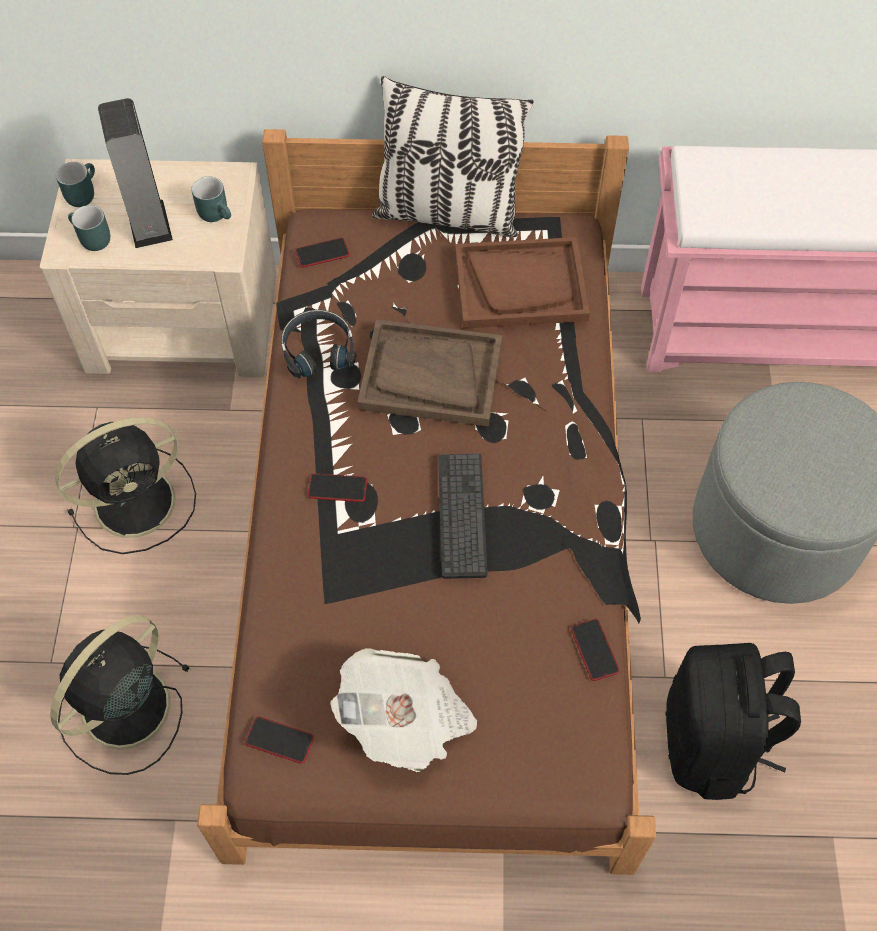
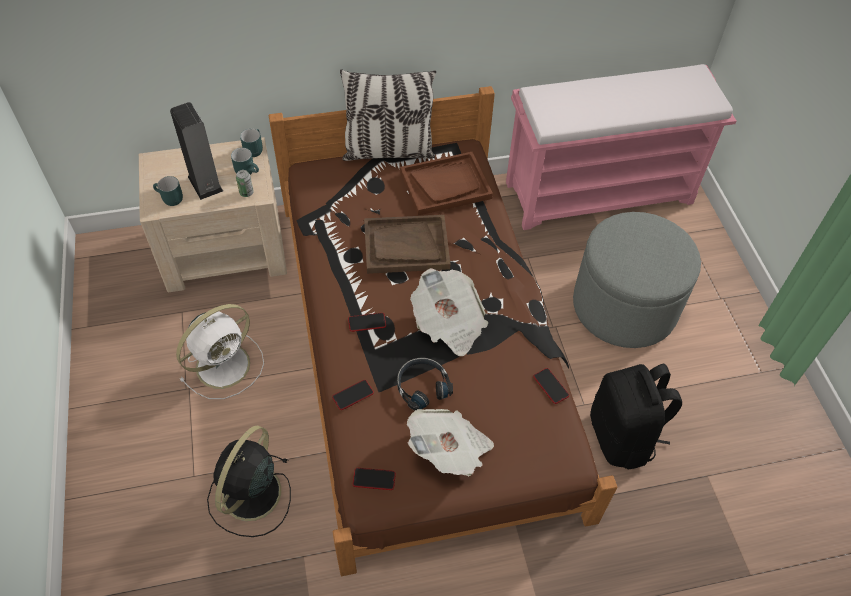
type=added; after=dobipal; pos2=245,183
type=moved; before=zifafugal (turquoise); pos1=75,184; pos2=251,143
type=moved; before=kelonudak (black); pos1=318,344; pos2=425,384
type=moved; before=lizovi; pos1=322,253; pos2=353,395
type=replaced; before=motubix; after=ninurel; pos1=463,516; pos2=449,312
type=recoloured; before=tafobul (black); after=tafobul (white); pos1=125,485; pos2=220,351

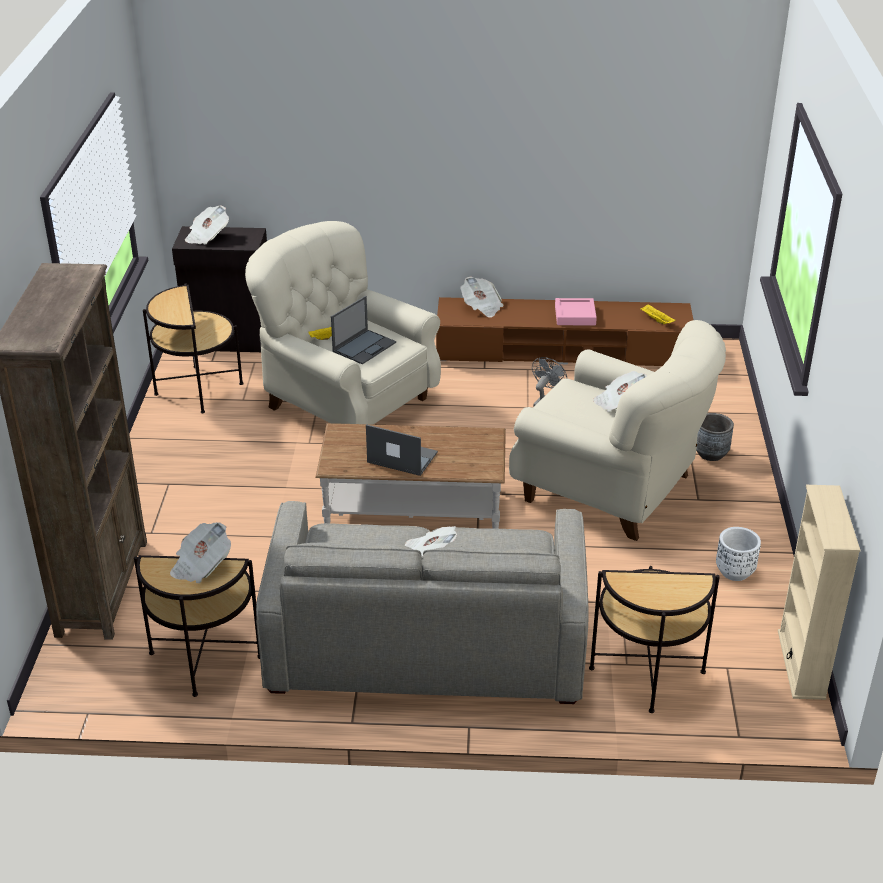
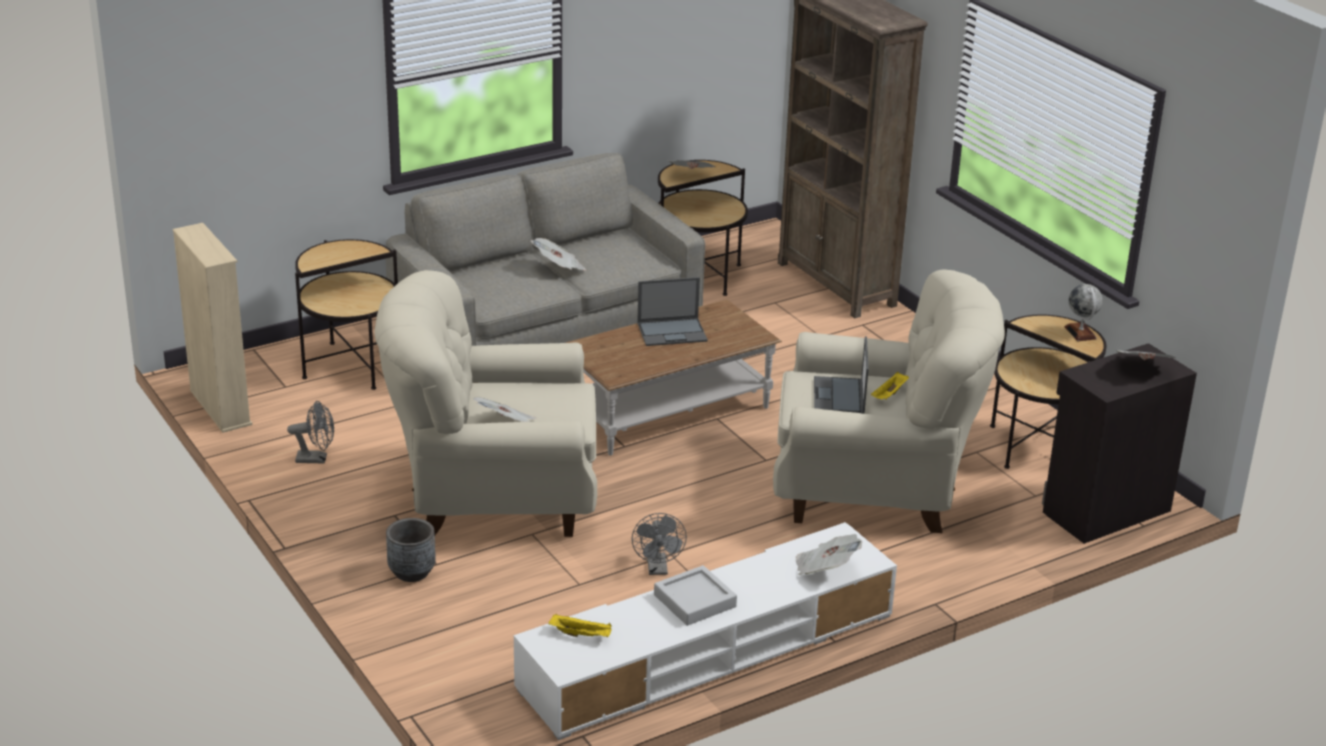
type=added; after=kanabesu; pos2=1084,312
type=replaced; before=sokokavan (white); after=tafobul (grey); pos1=738,554; pos2=310,432
type=recoloured; before=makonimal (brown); after=makonimal (white); pos1=564,331; pos2=705,631
type=recoloured; before=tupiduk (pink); after=tupiduk (grey); pos1=576,312; pos2=695,595

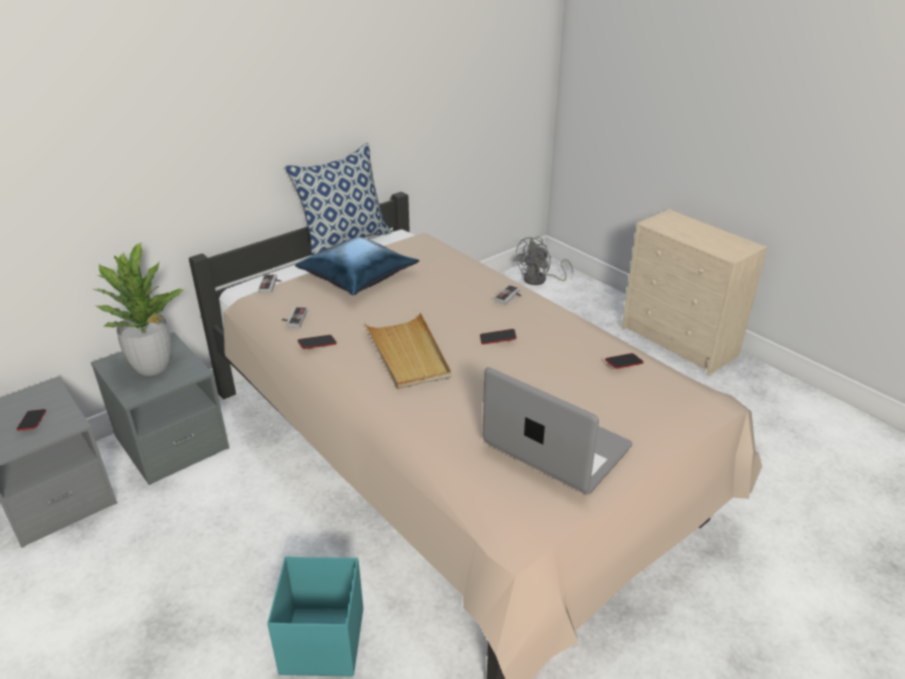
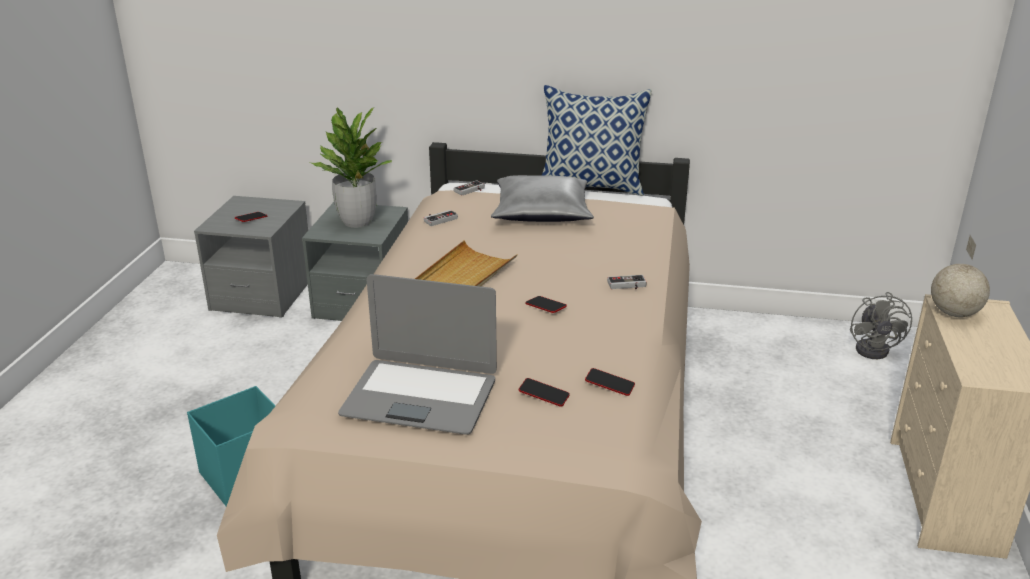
type=added; after=kanabesu; pos2=960,276
type=moved; before=lizovi; pos1=317,342; pos2=544,392
type=recoloured; before=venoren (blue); after=venoren (grey); pos1=357,265; pos2=542,198
type=turned; before=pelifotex; pos1=557,430; pos2=417,354; turn=105
type=turned; before=tafobul (grey); pos1=543,261; pos2=881,325; turn=-90

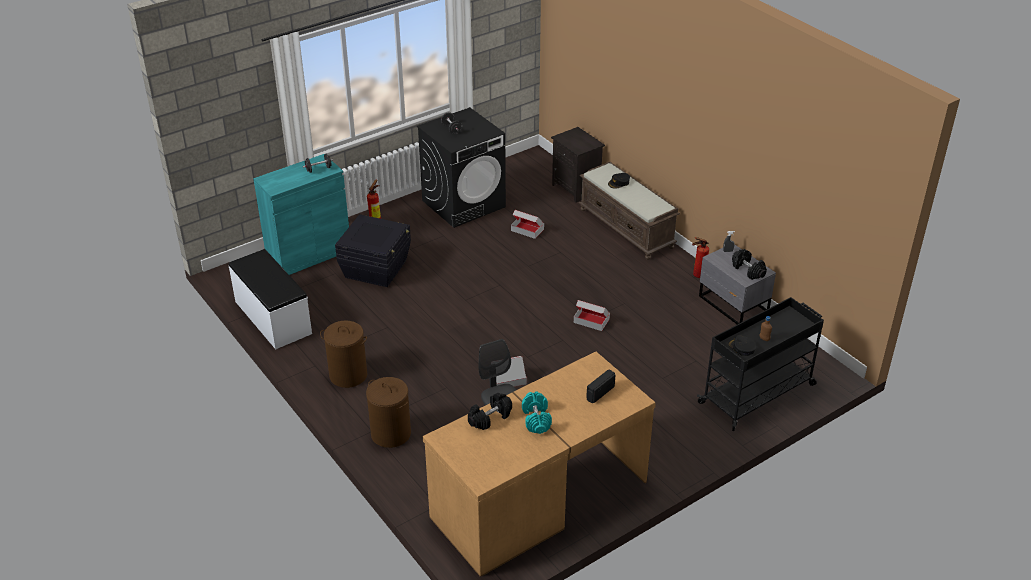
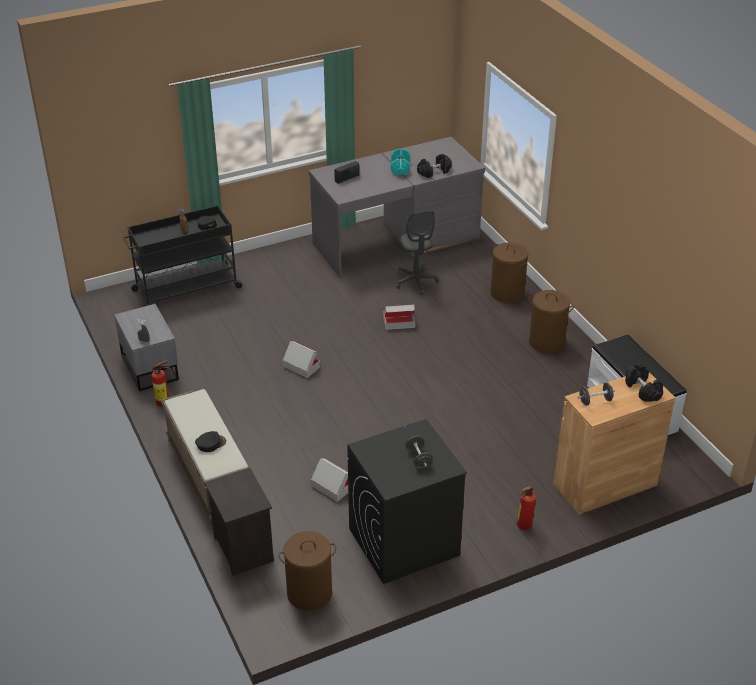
type=removed; before=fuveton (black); pos1=373,250
type=added; after=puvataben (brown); pos2=307,571
type=moved; before=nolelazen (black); pos1=749,264; pos2=644,383
type=recoloured; before=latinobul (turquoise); after=latinobul (brown); pos1=301,214; pos2=614,443
type=recoloured; before=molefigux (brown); after=molefigux (grey); pos1=539,464; pos2=397,207

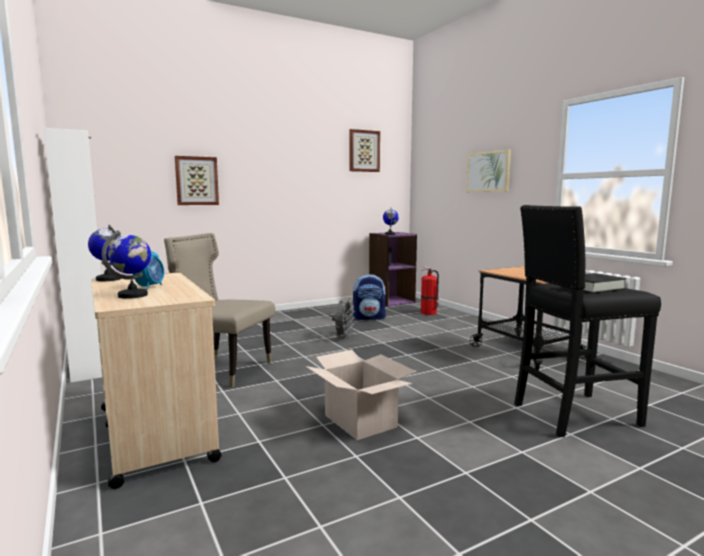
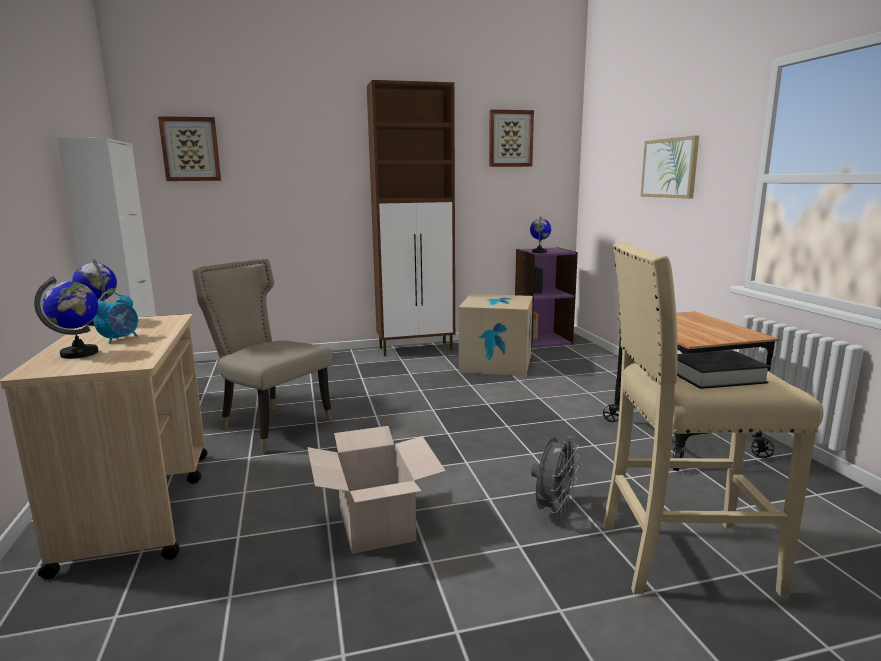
type=removed; before=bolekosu; pos1=430,290
type=added; after=latinobul (brown); pos2=411,218
type=moved; before=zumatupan; pos1=197,180; pos2=189,148
type=moved; before=tafobul (grey); pos1=343,318; pos2=555,477
type=replaced; before=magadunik; after=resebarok; pos1=369,297; pos2=496,335
type=recoloured; before=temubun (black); after=temubun (beige); pos1=587,321; pos2=713,419

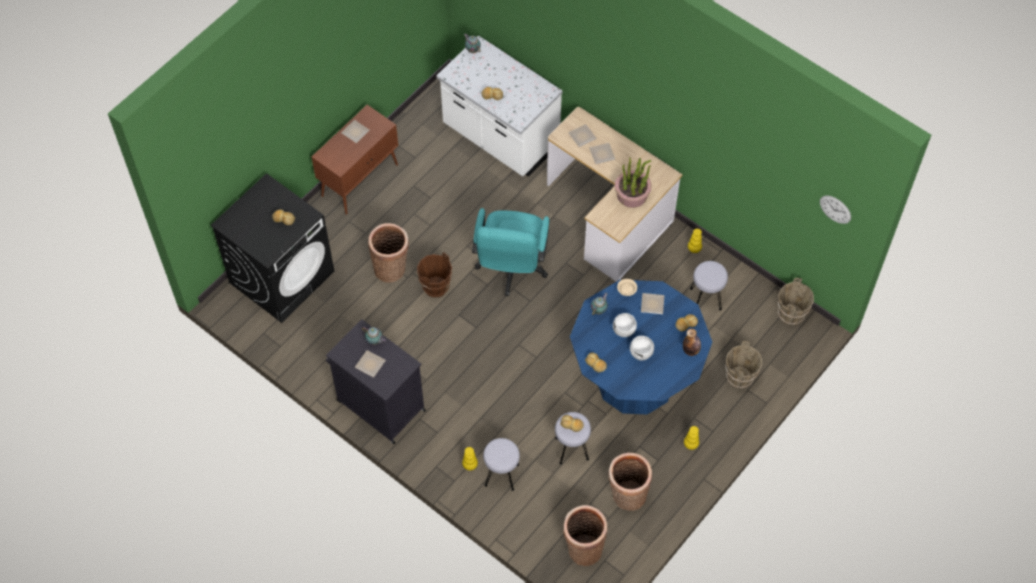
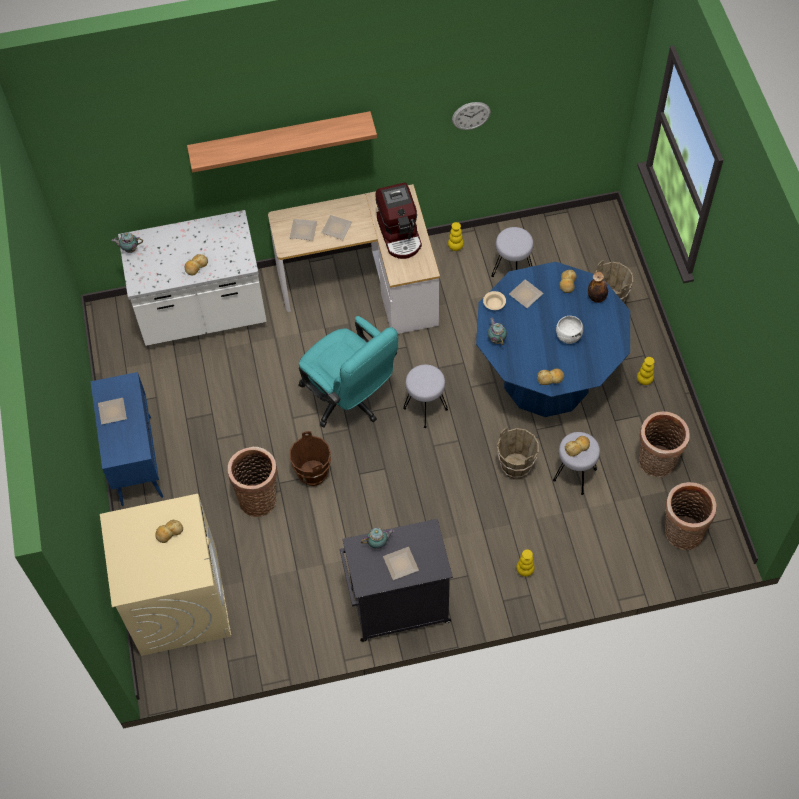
type=removed; before=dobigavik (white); pos1=625,325
type=added; after=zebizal; pos2=282,142
type=moved; before=temubun (grey); pos1=501,464; pos2=425,396
type=moved; before=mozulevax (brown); pos1=796,301; pos2=518,453
type=moved; before=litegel; pos1=835,209; pos2=471,116
type=replaced; before=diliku; after=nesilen; pos1=633,182; pos2=398,220
type=recoloured; before=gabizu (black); after=gabizu (beige); pos1=272,248; pos2=165,575
type=recoloured; before=latinobul (brown); after=latinobul (blue); pos1=355,160; pos2=126,439

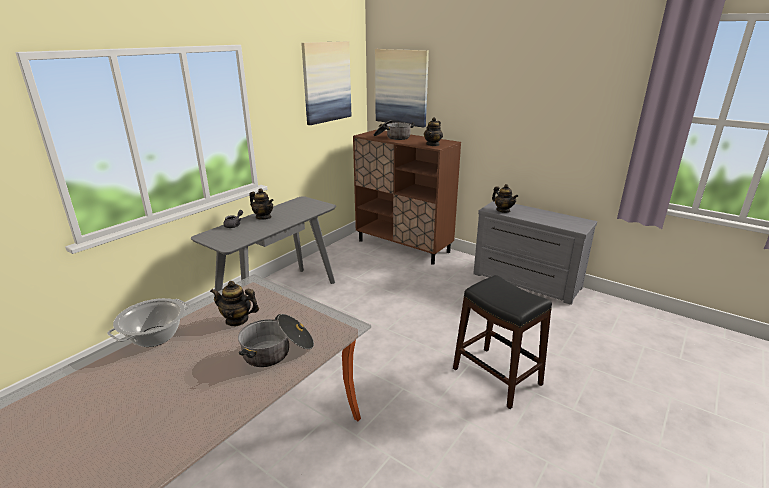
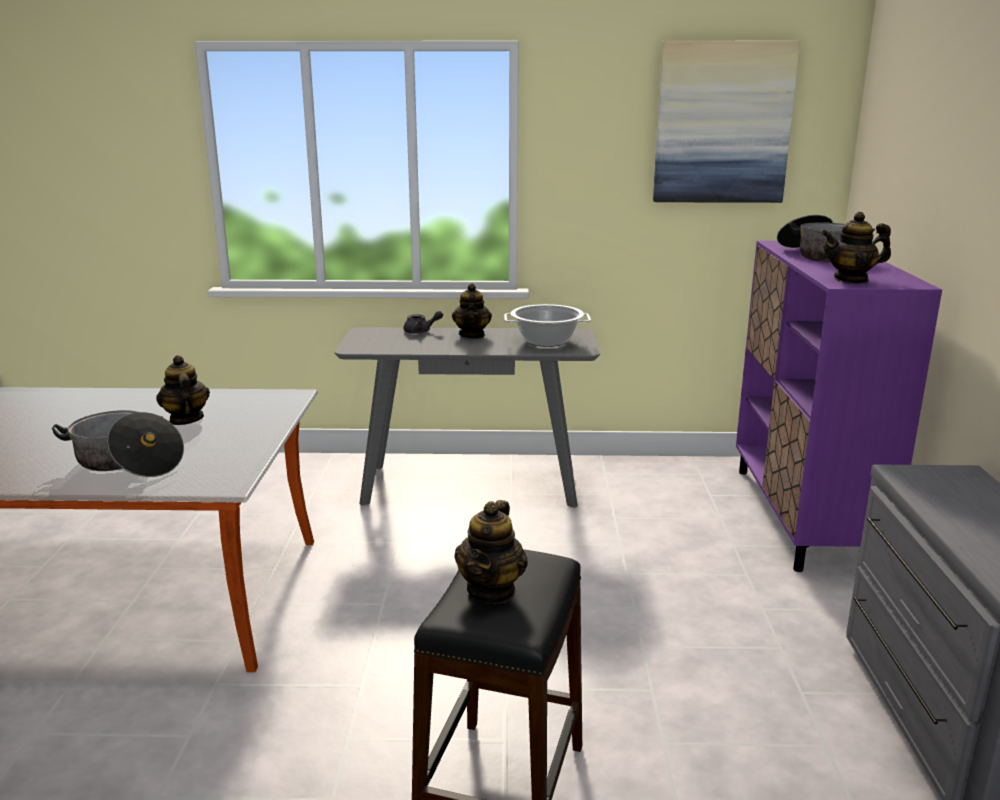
type=removed; before=zumatupan; pos1=402,88
type=moved; before=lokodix; pos1=148,322; pos2=547,325
type=moved; before=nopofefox; pos1=505,198; pos2=491,552
type=recoloured; before=latinobul (brown); after=latinobul (purple); pos1=407,197; pos2=839,406

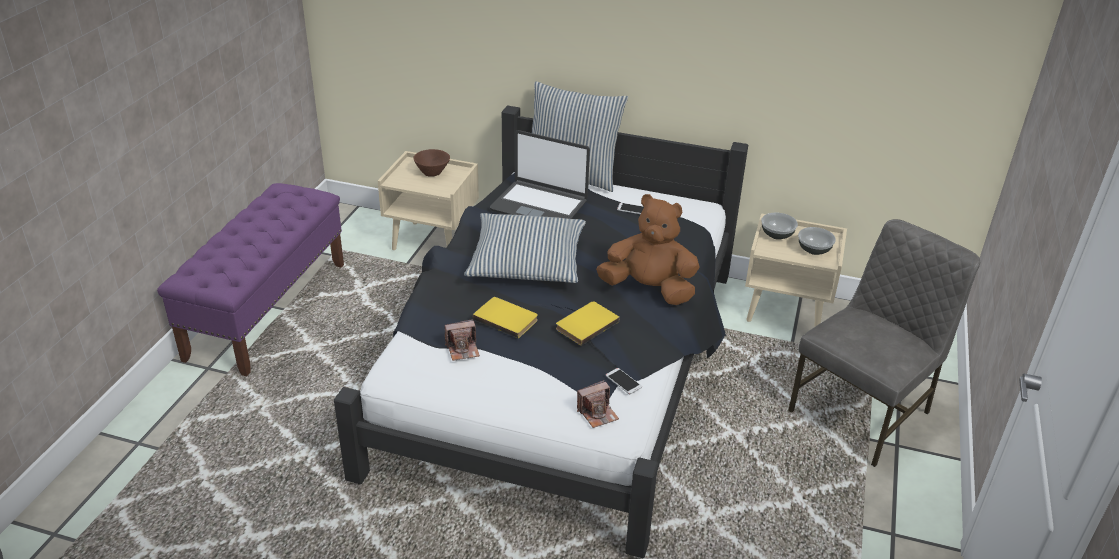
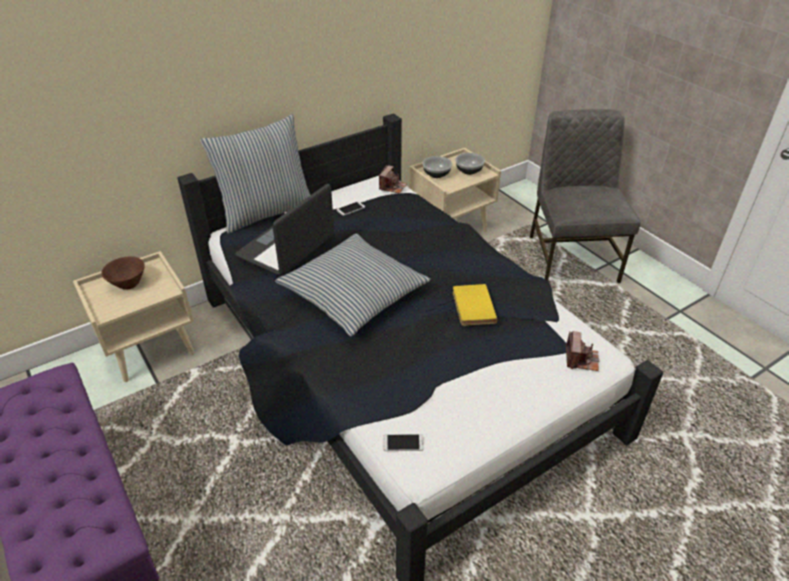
type=removed; before=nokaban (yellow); pos1=505,318
type=removed; before=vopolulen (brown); pos1=648,249
type=moved; before=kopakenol; pos1=462,340; pos2=393,179
type=moved; before=lizovi; pos1=624,381; pos2=403,442
type=turned; before=pelifotex; pos1=540,174; pos2=284,230; turn=150

